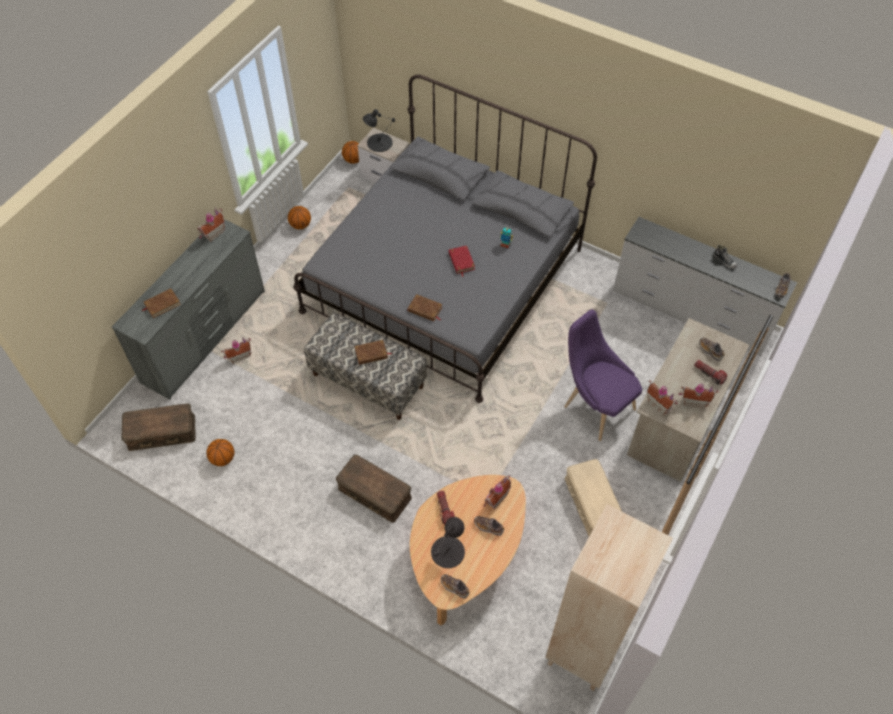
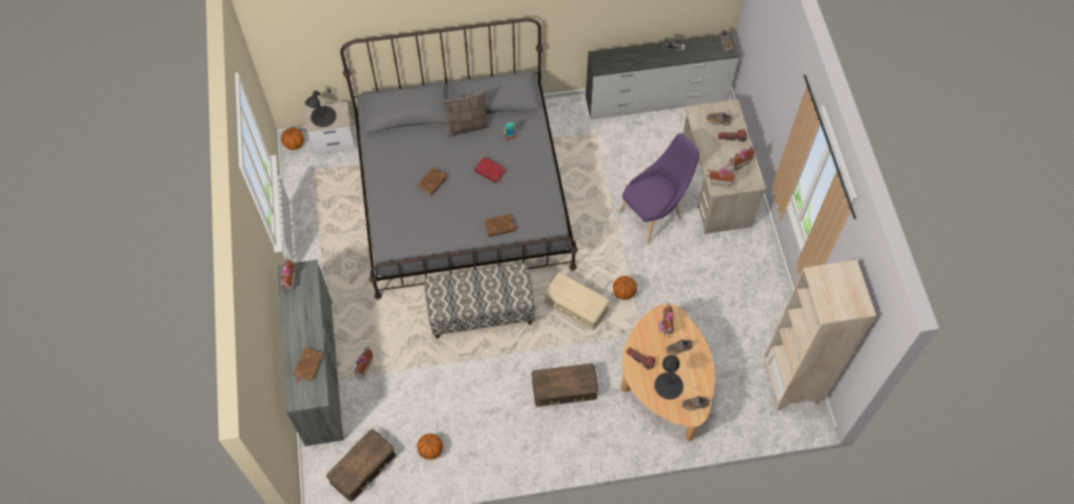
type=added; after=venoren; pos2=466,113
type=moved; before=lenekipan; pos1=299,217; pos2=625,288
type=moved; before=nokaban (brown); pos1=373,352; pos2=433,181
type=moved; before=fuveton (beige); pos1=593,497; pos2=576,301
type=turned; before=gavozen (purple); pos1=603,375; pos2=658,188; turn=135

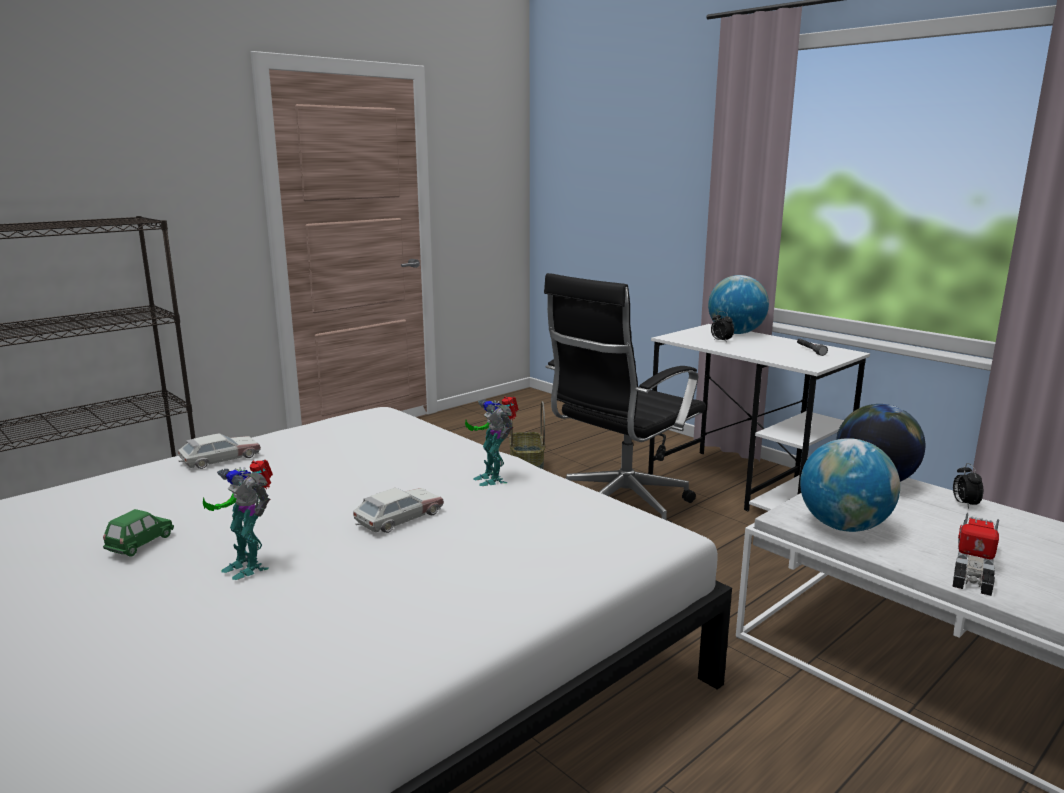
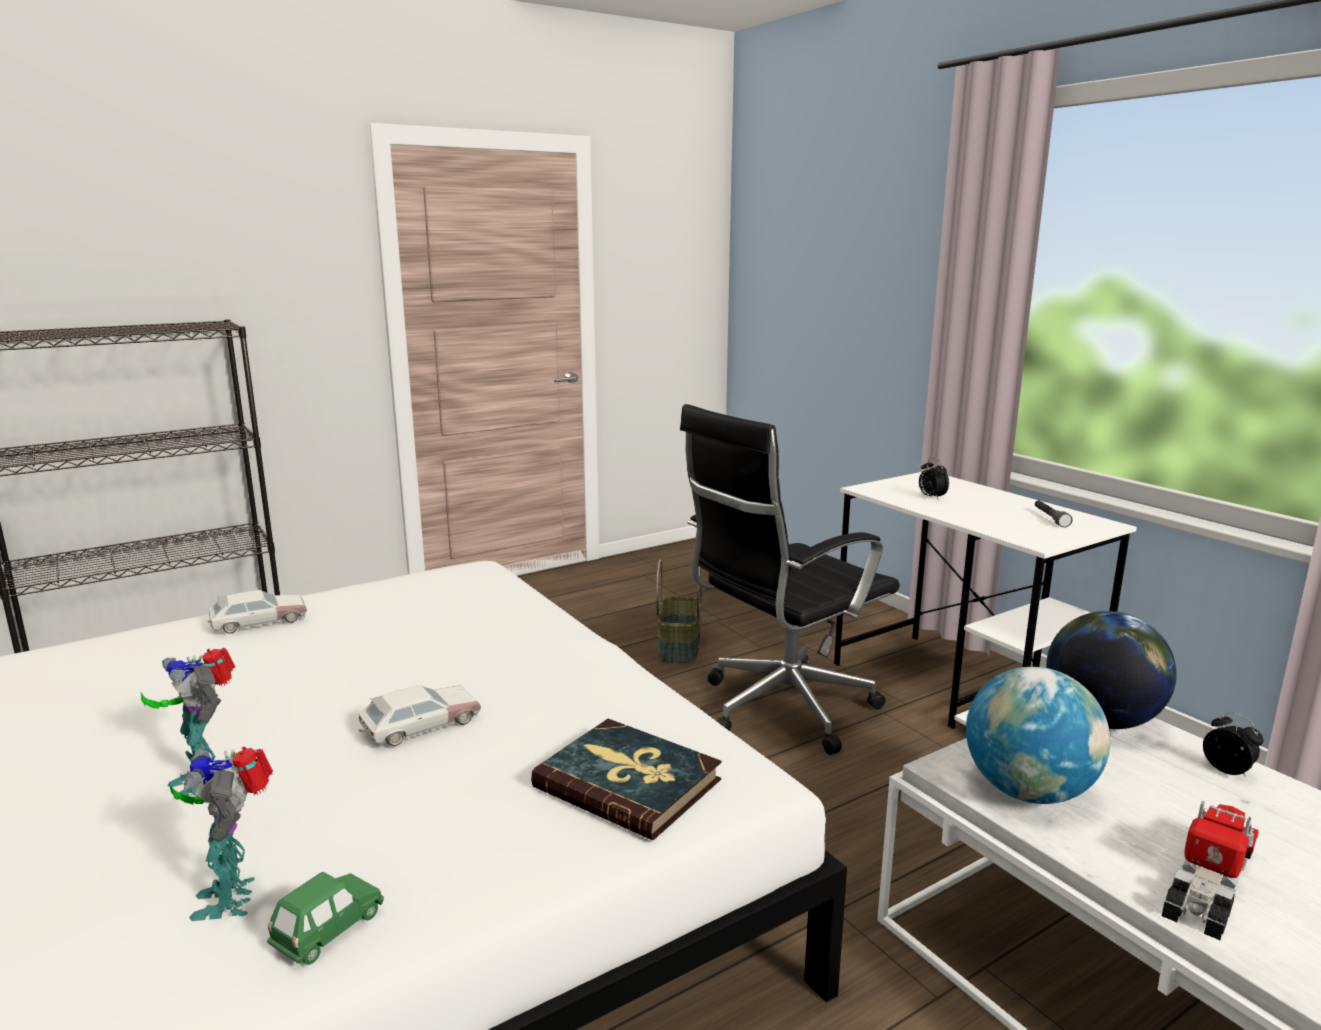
type=removed; before=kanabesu; pos1=738,304
type=added; after=nokaban; pos2=626,779
type=moved; before=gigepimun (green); pos1=138,533; pos2=325,918
type=moved; before=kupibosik; pos1=492,441; pos2=221,834
type=turned; before=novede; pos1=968,486; pos2=1233,745; turn=135

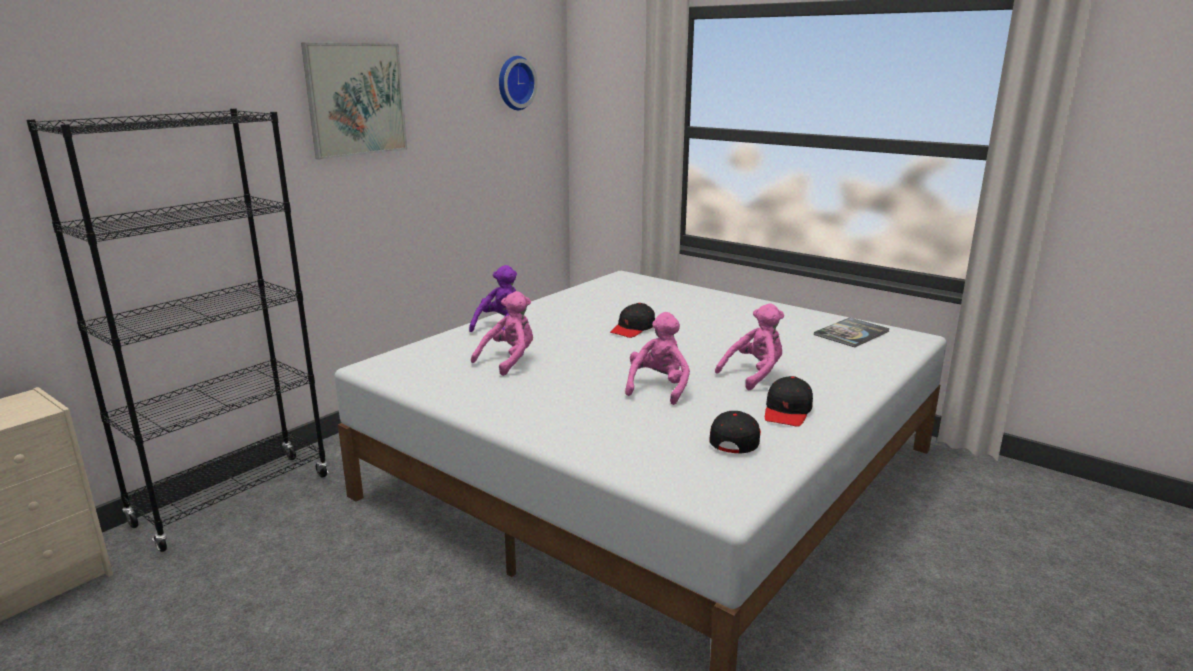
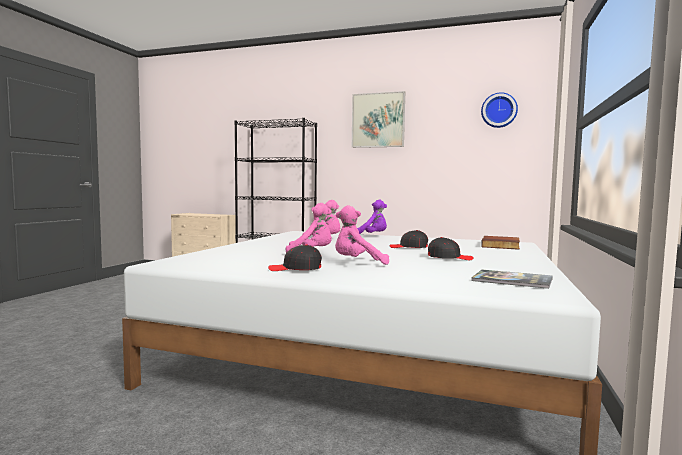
type=added; after=nokaban; pos2=500,243
type=moved; before=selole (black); pos1=735,432; pos2=451,248
type=turned; before=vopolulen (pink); pos1=749,347; pos2=362,235; turn=135

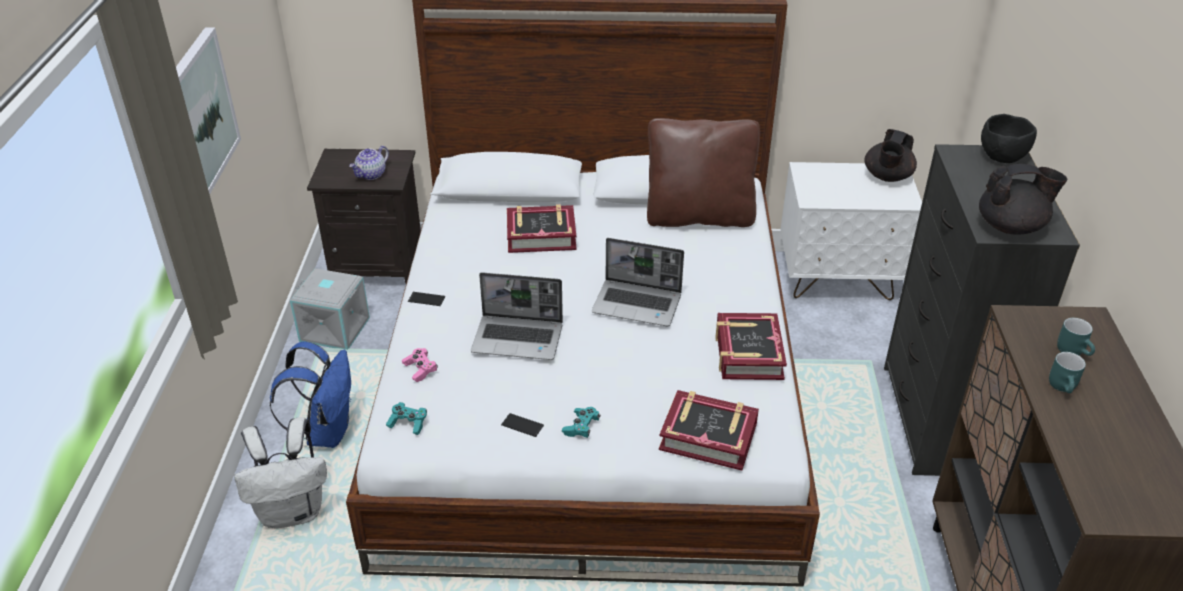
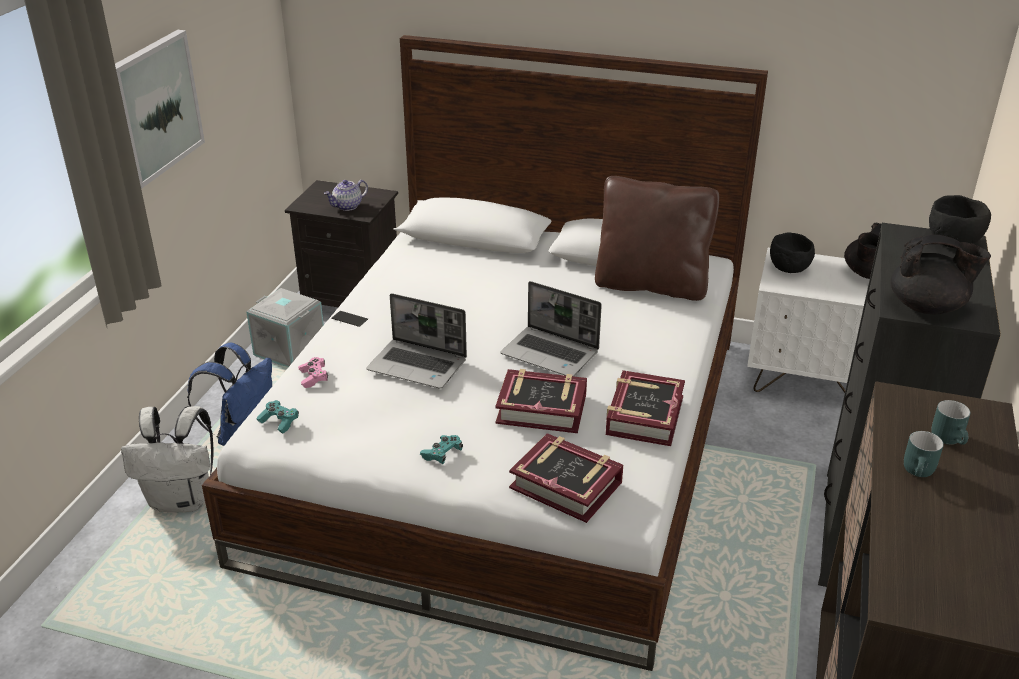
type=removed; before=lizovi; pos1=522,425
type=added; after=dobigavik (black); pos2=792,253
type=moved; before=nokaban; pos1=542,228; pos2=541,401

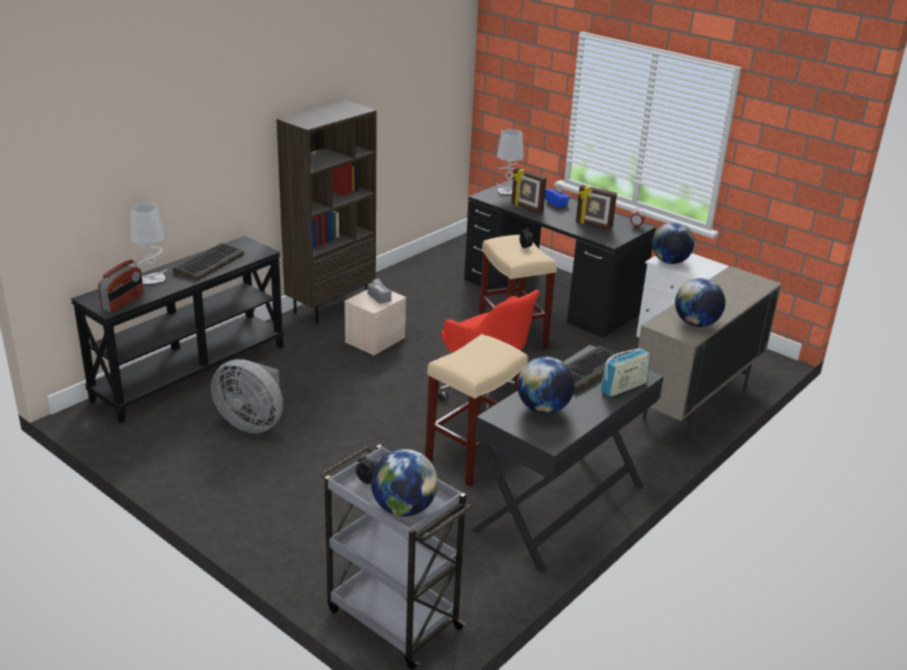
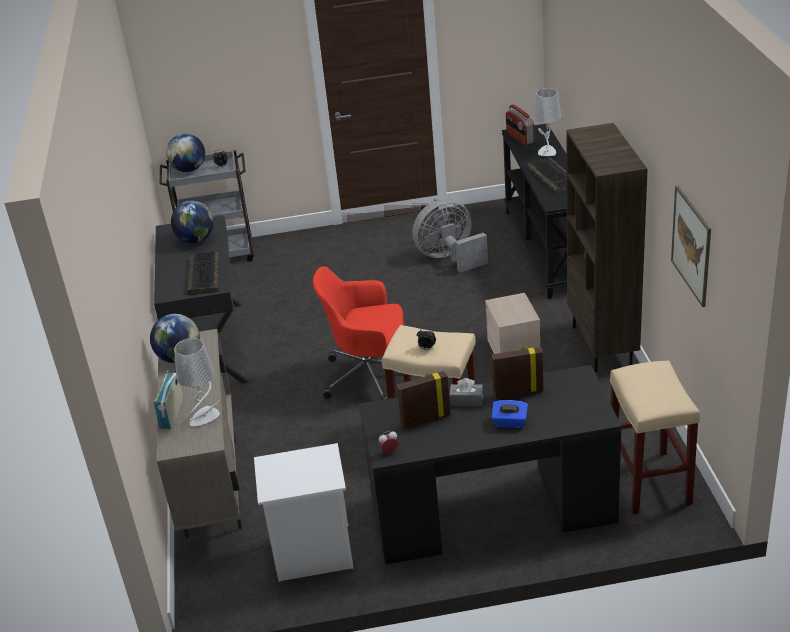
type=removed; before=kanabesu; pos1=673,243
type=added; after=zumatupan; pos2=691,246
type=moved; before=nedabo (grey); pos1=379,291; pos2=466,392
type=moved; before=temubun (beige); pos1=476,410; pos2=655,437
type=moved; before=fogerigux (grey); pos1=510,161; pos2=197,382
type=moved; before=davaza; pos1=625,373; pos2=168,399

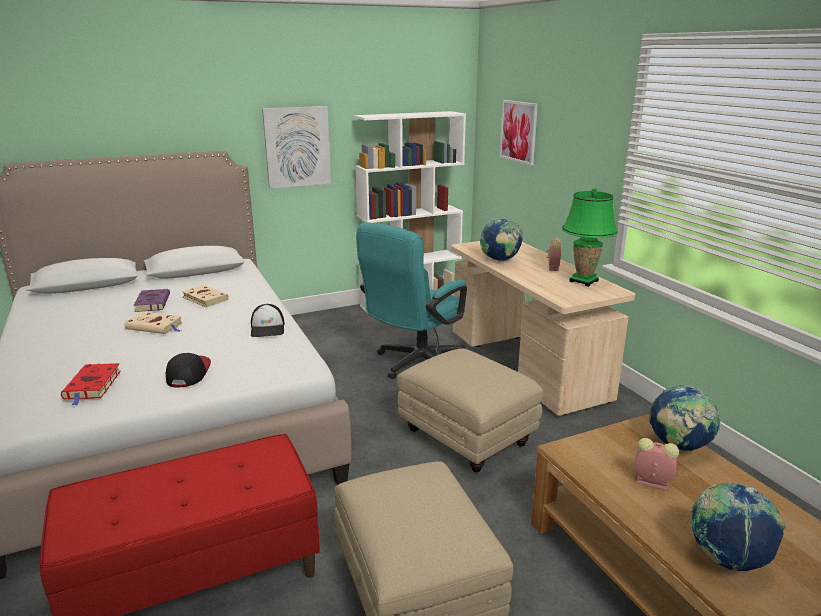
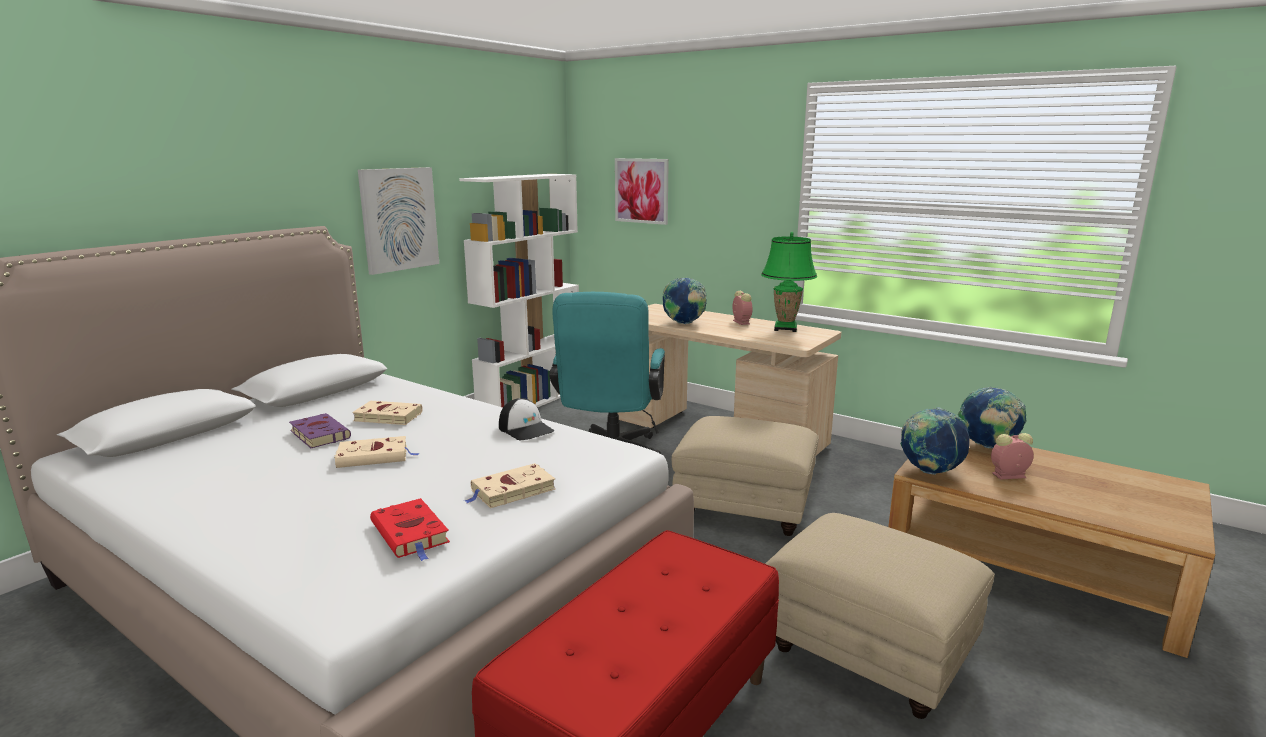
type=moved; before=kanabesu; pos1=738,526; pos2=935,441
type=replaced; before=selole; after=nokaban (beige); pos1=188,370; pos2=510,485

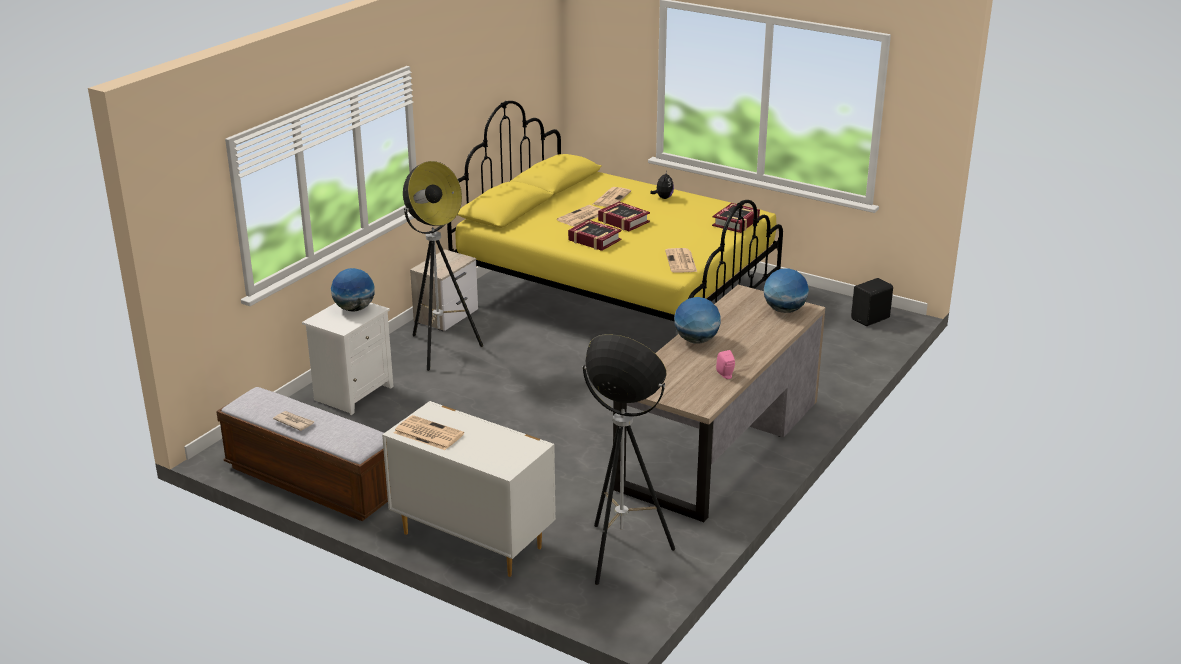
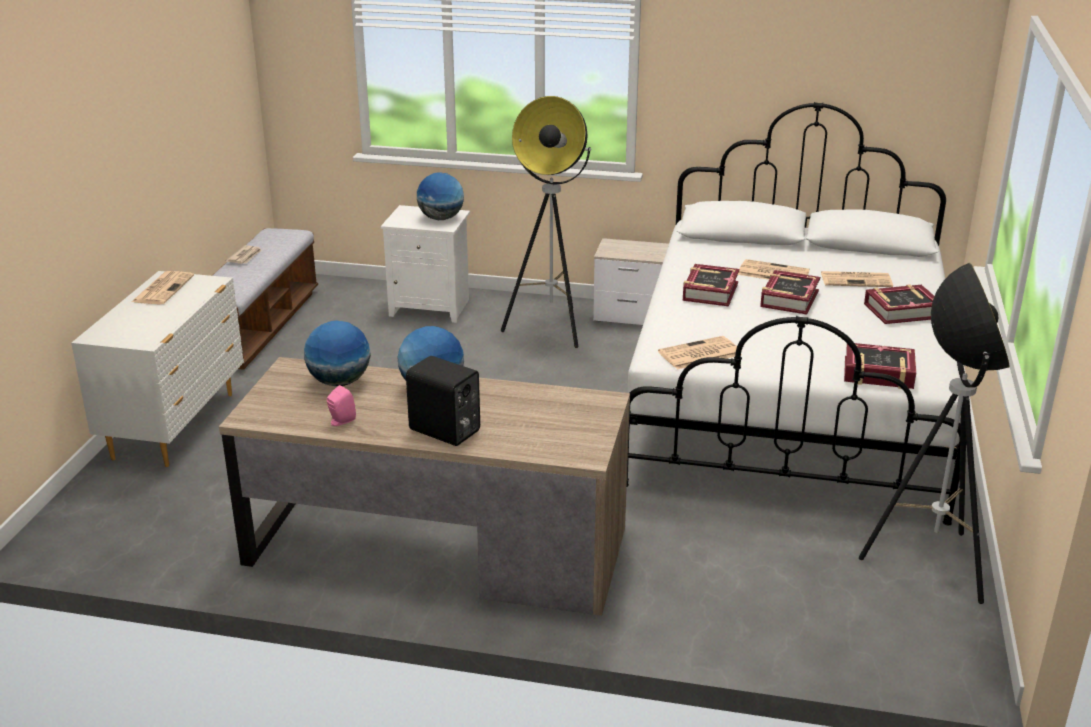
type=moved; before=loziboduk; pos1=628,459; pos2=934,433
type=moved; before=kanabesu; pos1=786,290; pos2=337,353
type=moved; before=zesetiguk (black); pos1=872,302; pos2=443,401
type=replaced; before=vopolulen; after=nokaban; pos1=662,185; pos2=899,304
type=recoloured; before=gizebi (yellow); after=gizebi (white); pos1=615,211; pos2=797,313

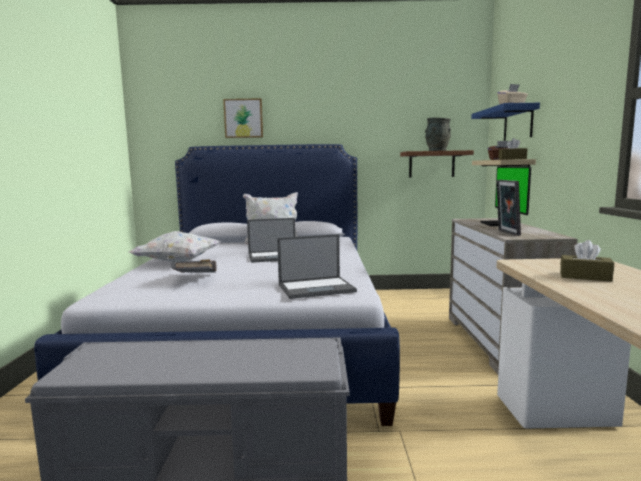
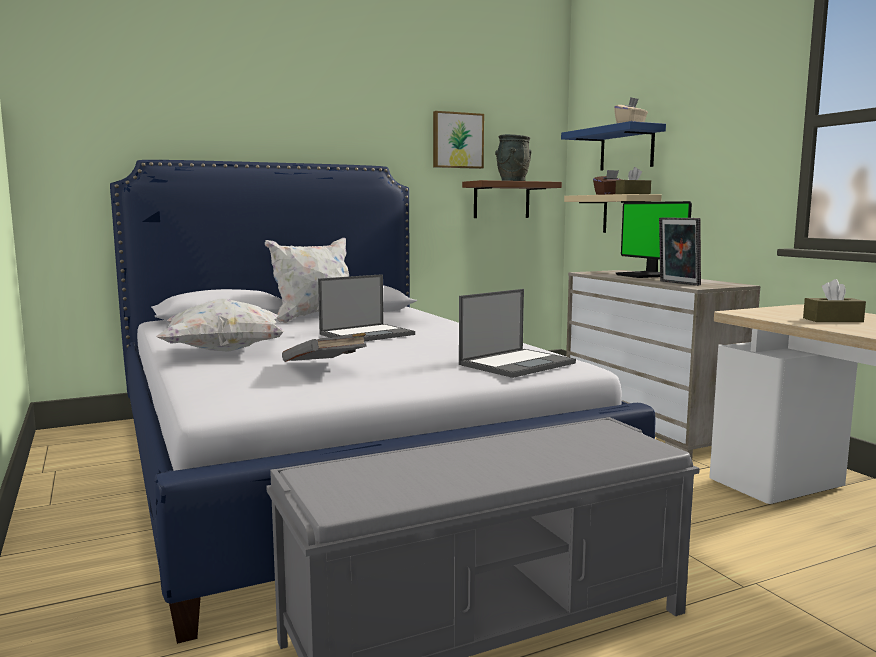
type=moved; before=zumatupan; pos1=243,118; pos2=458,140

